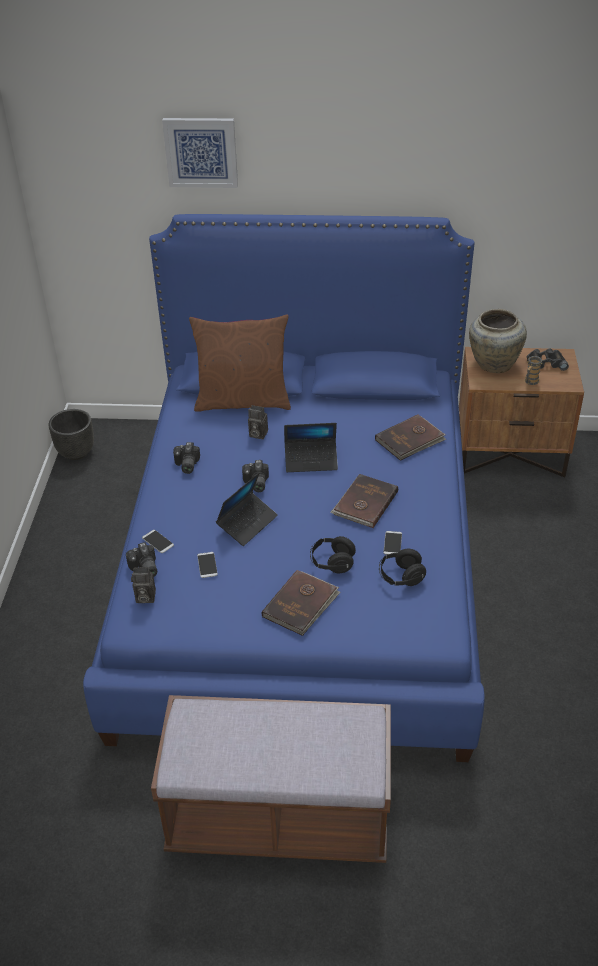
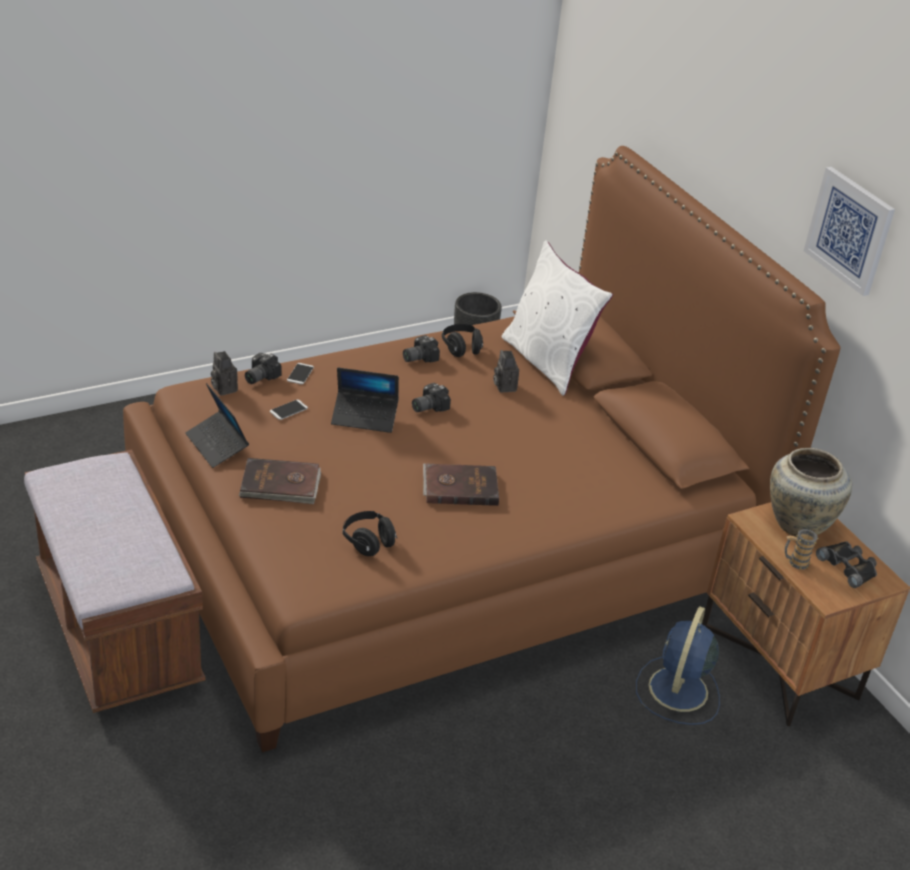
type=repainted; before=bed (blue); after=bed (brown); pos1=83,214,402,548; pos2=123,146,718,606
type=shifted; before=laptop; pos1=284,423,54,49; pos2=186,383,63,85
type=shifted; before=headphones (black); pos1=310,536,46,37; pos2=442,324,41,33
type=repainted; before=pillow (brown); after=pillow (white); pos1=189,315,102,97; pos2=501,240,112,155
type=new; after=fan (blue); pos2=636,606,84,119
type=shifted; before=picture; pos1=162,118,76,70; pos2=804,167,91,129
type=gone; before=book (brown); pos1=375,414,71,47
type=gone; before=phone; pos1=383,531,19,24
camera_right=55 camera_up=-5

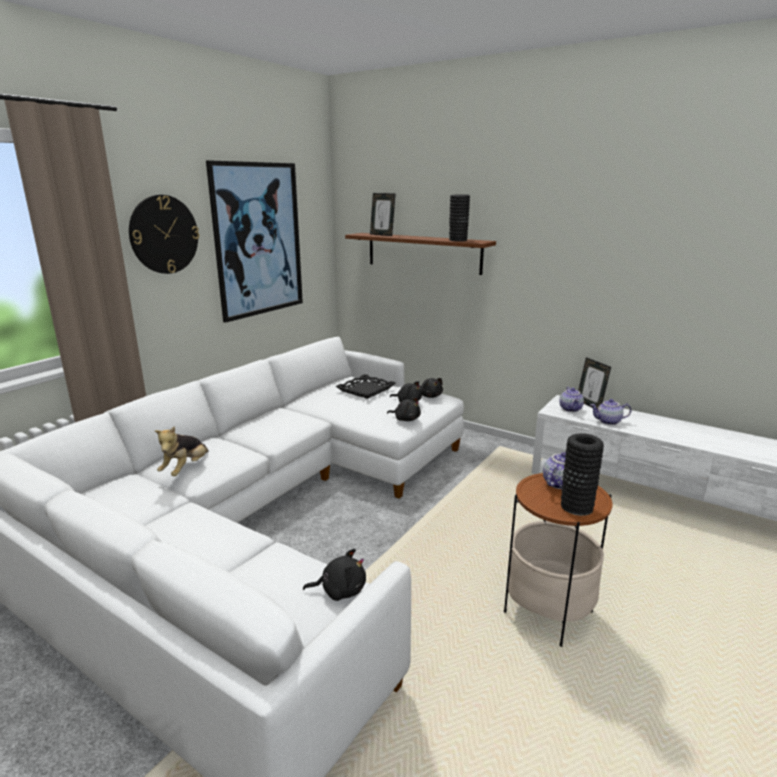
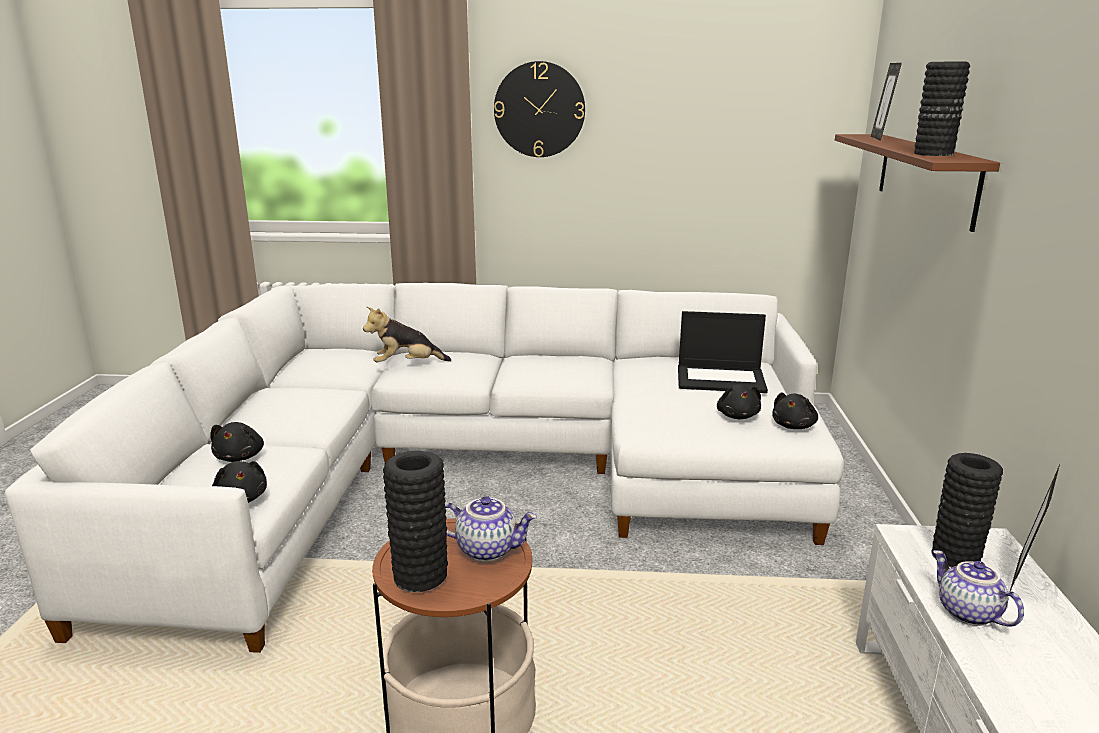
type=shifted; before=plush toy (black); pos1=387,397,34,24; pos2=210,422,54,40
type=swapped; before=tray (black); after=laptop; pos1=336,374,60,25; pos2=678,311,90,82
type=swapped; before=teapot; after=vase (black); pos1=559,387,25,25; pos2=931,453,72,115
type=gone; before=picture; pos1=206,160,97,163
camera_right=60 camera_up=0

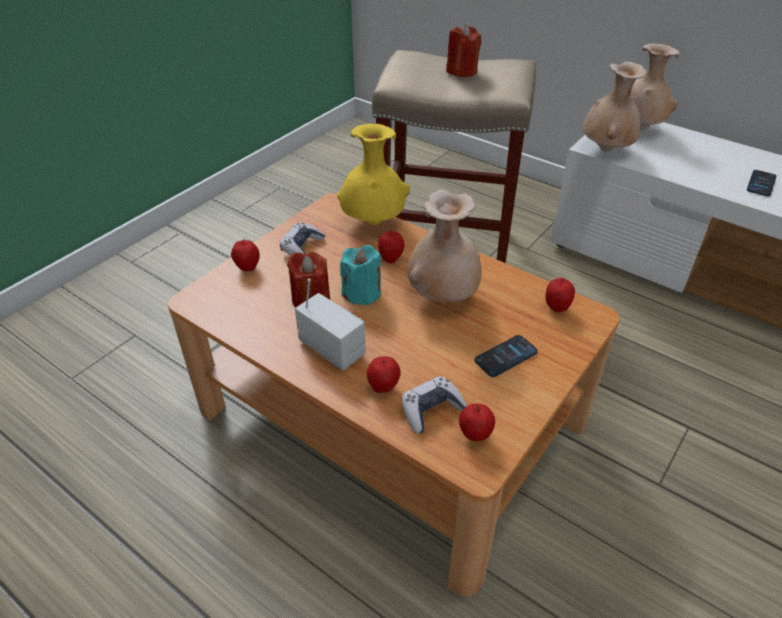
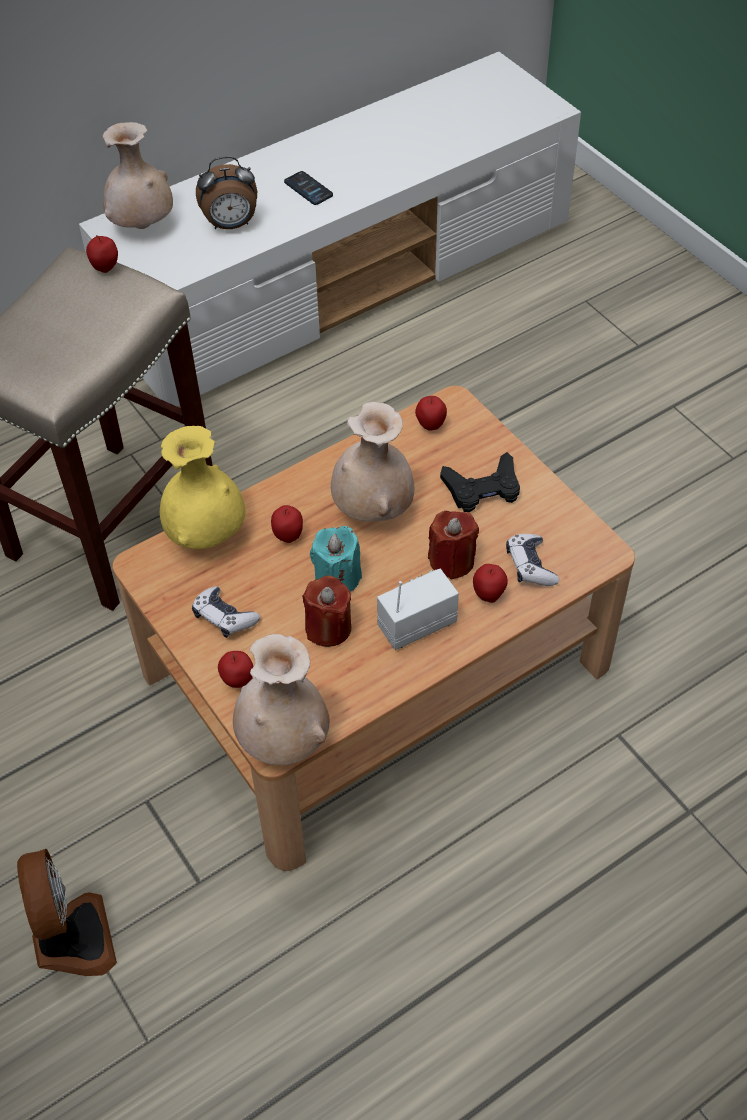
type=new; after=fan; pos2=17,849,100,127
type=shifted; before=apple; pos1=459,404,36,37; pos2=86,235,32,38
type=new; after=alarm clock; pos2=196,156,61,73
type=shifted; before=vase (beige); pos1=583,62,64,90; pos2=233,634,97,131
type=shifted; before=candle (red); pos1=446,24,35,53; pos2=428,511,51,68
type=swapped; before=phone; after=game controller (black); pos1=474,335,64,42; pos2=440,452,80,60
camera_right=-70 camera_up=10

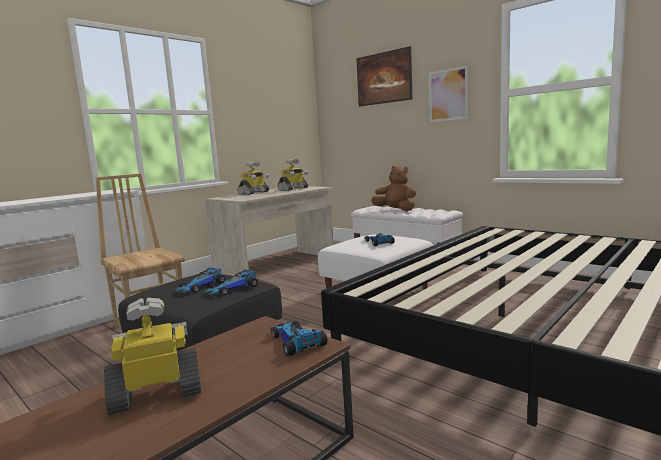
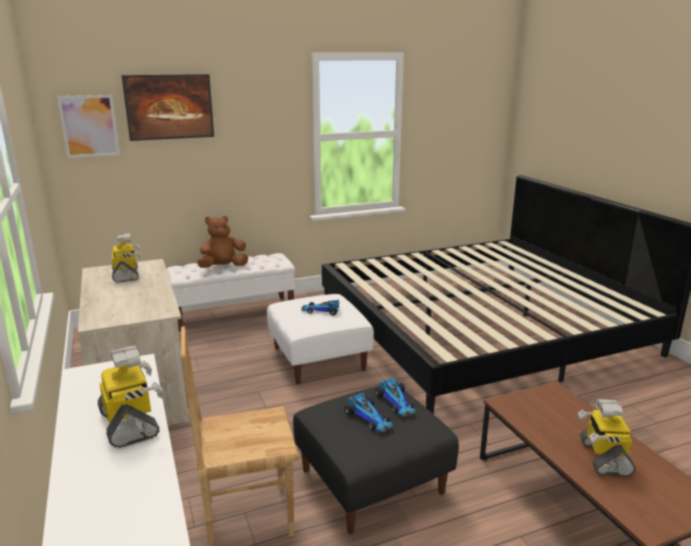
type=shifted; before=picture; pos1=429,66,39,56; pos2=57,95,63,63
type=shifted; before=toy robot; pos1=237,161,32,34; pos2=98,346,65,102
type=gone; before=toy car; pos1=270,321,58,36
camera_right=-65 camera_up=10

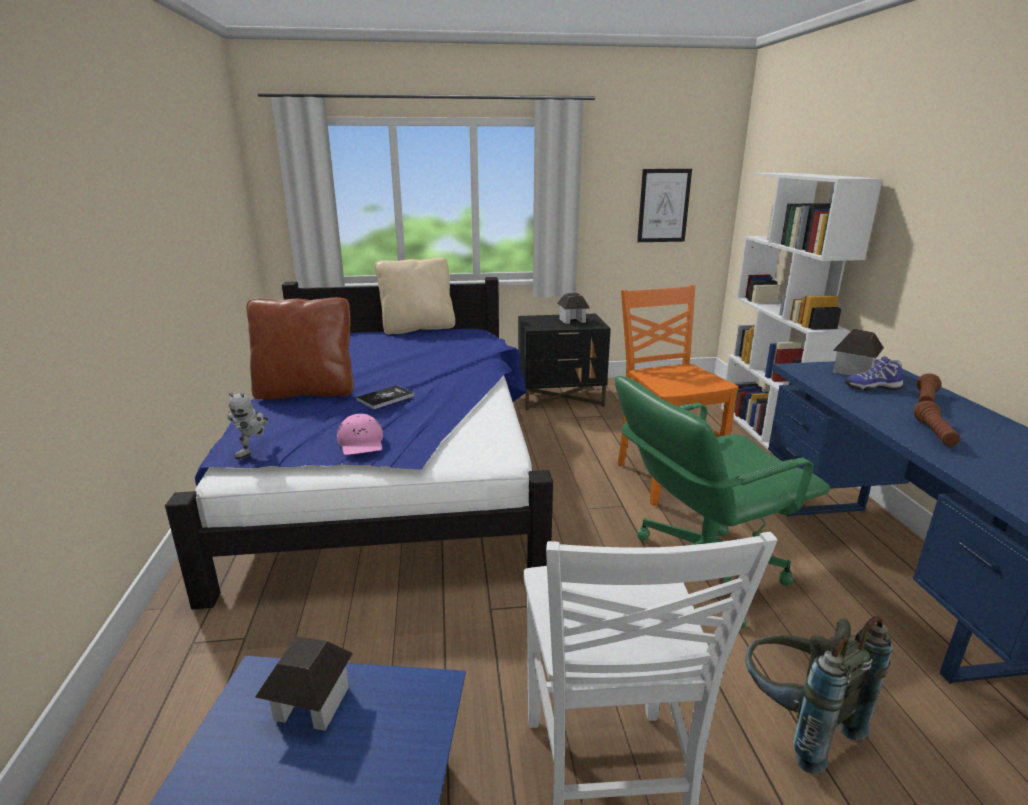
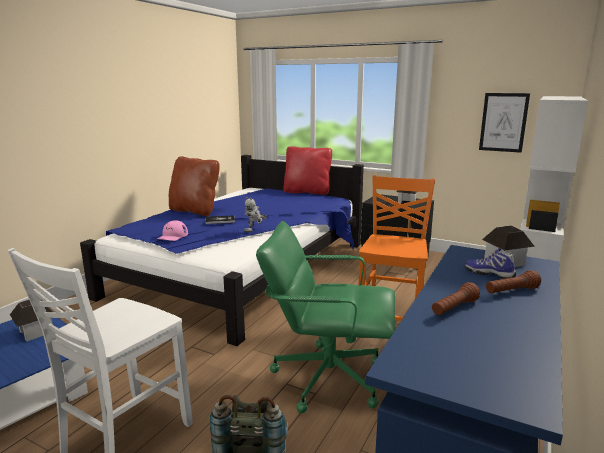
type=shifted; before=toy robot; pos1=227,392,41,68; pos2=244,197,23,35
type=repainted; before=pillow (beige); after=pillow (red); pos1=375,257,80,77; pos2=284,146,48,49
camera_right=35 camera_up=-5

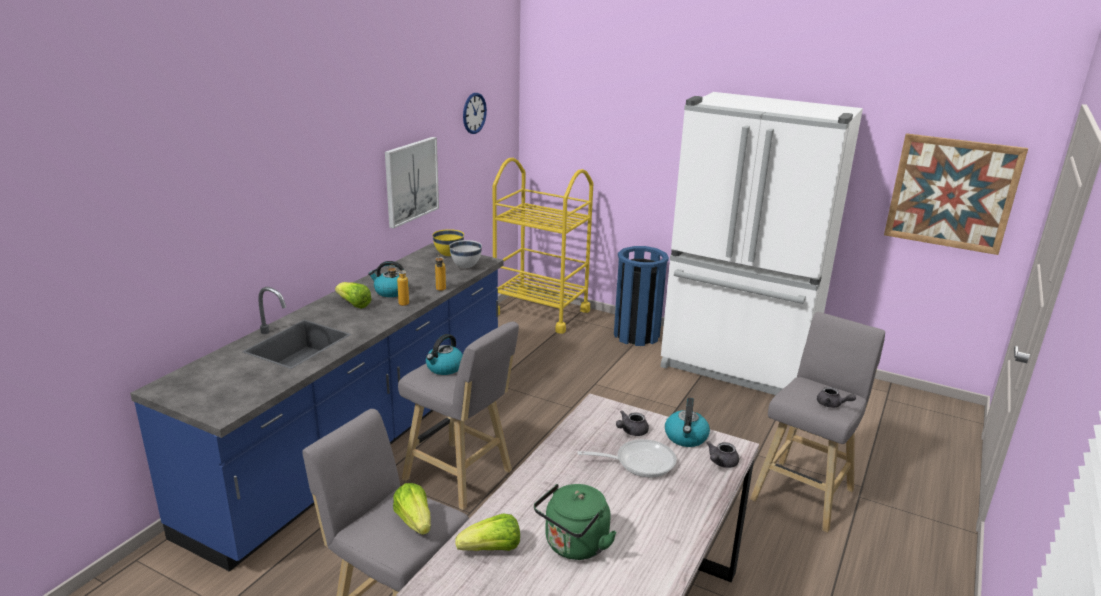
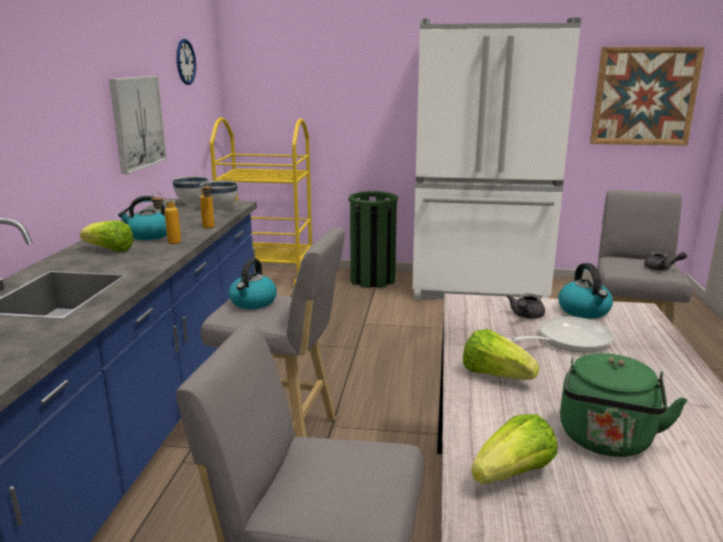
type=repainted; before=bowl (yellow); after=bowl (white); pos1=433,229,31,27; pos2=172,176,37,28
type=repainted; before=trash can (blue); after=trash can (green); pos1=614,246,55,100; pos2=348,191,50,97
type=shifted; before=lettuce; pos1=393,483,38,52; pos2=463,329,76,51
type=gone; before=teapot (grey); pos1=707,441,32,27
camera_right=-20 camera_up=-5

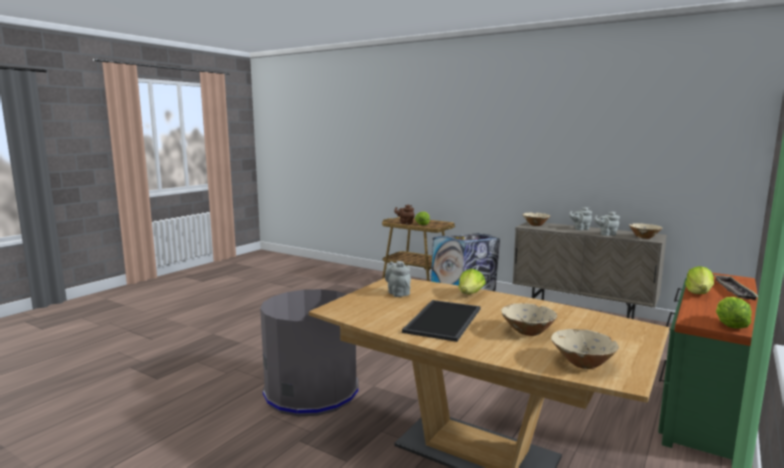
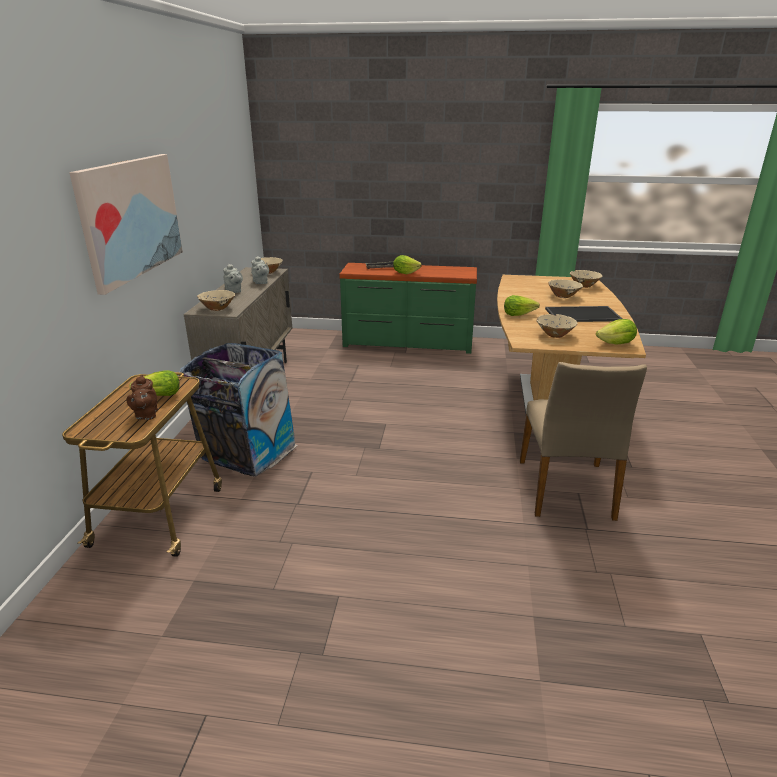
type=new; after=picture; pos2=69,154,114,141
type=swapped; before=trash can (grey); after=chair (beige); pos1=260,289,99,127; pos2=520,362,127,159
type=swapped; before=teapot (grey); after=bowl (beige); pos1=385,261,26,36; pos2=536,314,42,24
type=shifted; before=lettuce; pos1=716,297,36,32; pos2=596,319,41,26
camera_right=-115 camera_up=15

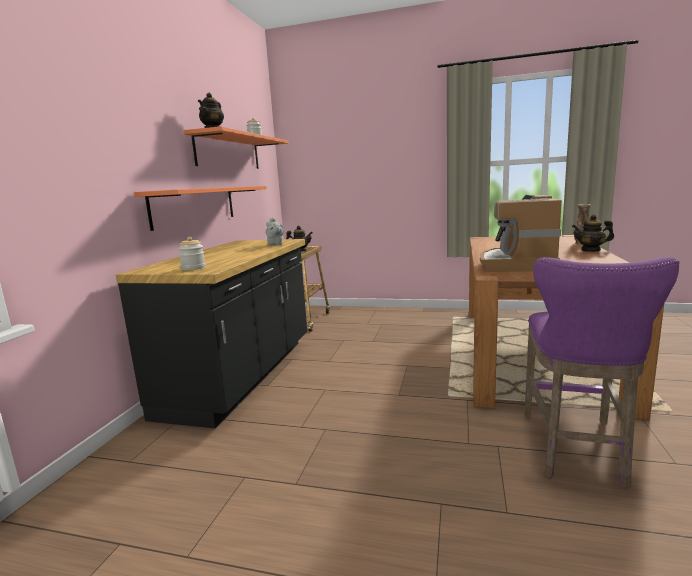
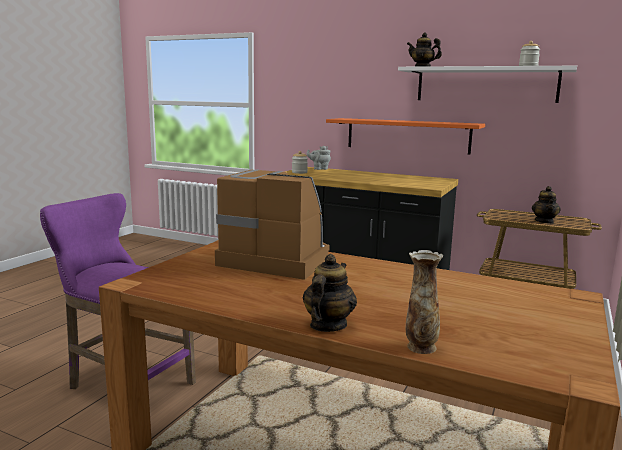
type=shifted; before=teapot (grey); pos1=265,217,19,28; pos2=306,146,25,24
type=repainted; before=shelf (orange); after=shelf (white); pos1=183,126,105,43; pos2=398,66,179,37
camera_right=100 camera_up=0

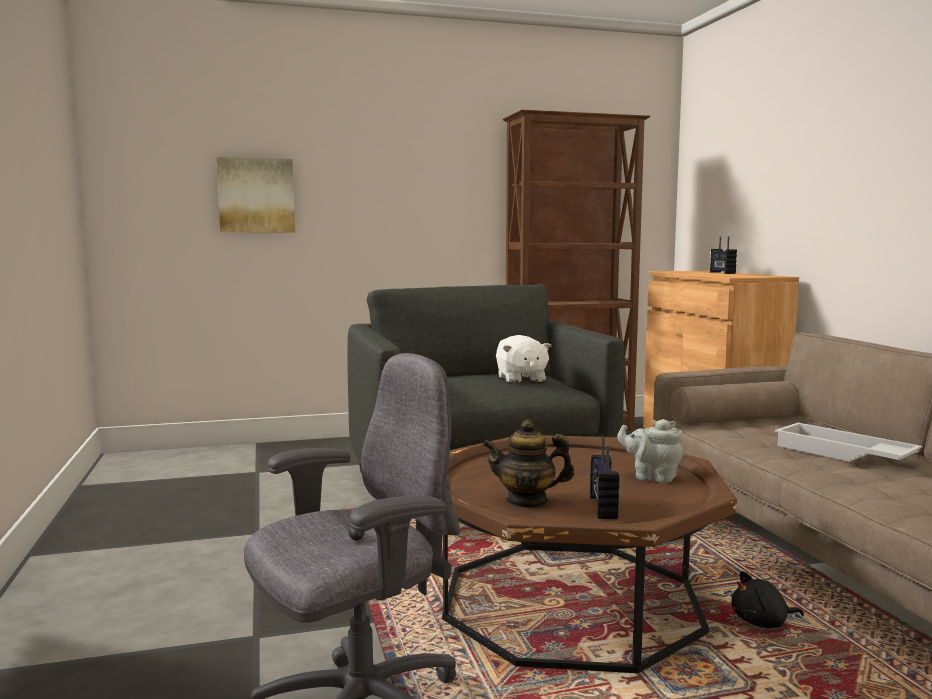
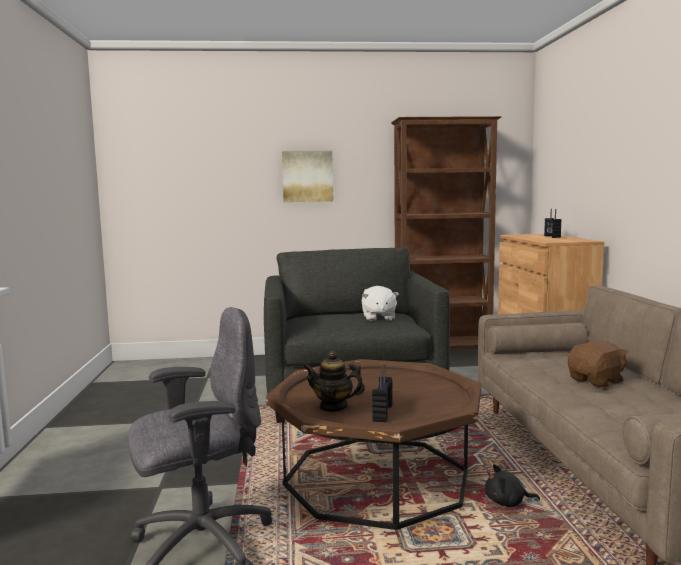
type=shifted; before=picture; pos1=217,157,78,75; pos2=282,151,51,51
type=swapped; before=tray (white); after=plush toy (brown); pos1=775,423,147,39; pos2=568,341,61,47
type=gone; before=teapot (grey); pos1=617,419,67,64
camera_right=10 camera_up=0

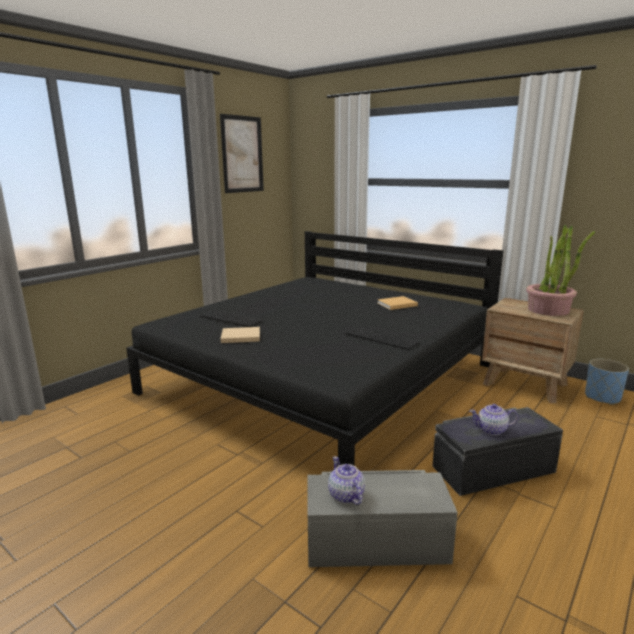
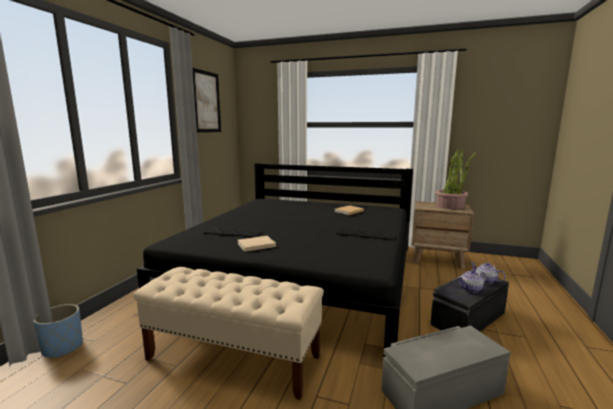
type=shifted; before=planter (blue); pos1=585,359,44,46; pos2=33,304,50,55
type=new; after=bench (beige); pos2=133,267,191,133
type=shifted; before=teapot; pos1=328,456,37,49; pos2=471,262,35,22
camera_right=-20 camera_up=-5

